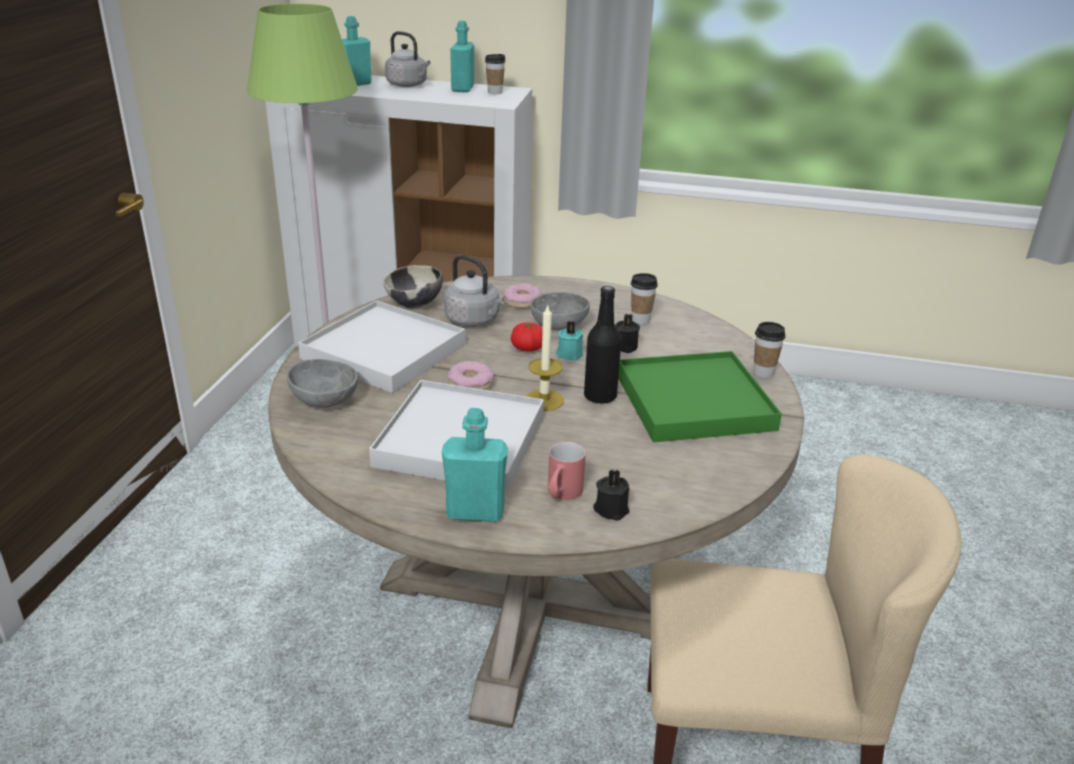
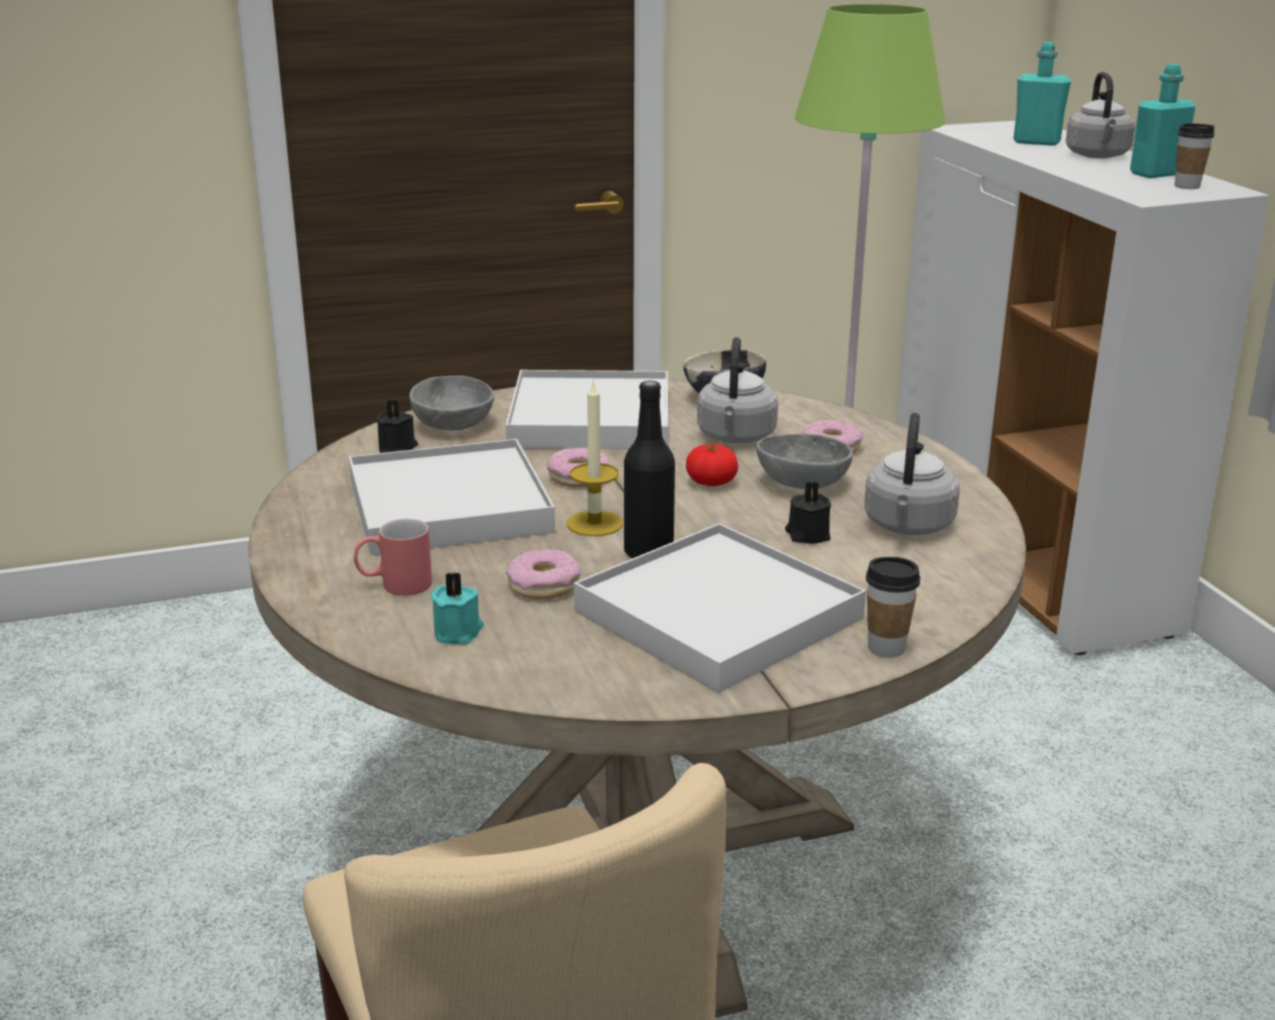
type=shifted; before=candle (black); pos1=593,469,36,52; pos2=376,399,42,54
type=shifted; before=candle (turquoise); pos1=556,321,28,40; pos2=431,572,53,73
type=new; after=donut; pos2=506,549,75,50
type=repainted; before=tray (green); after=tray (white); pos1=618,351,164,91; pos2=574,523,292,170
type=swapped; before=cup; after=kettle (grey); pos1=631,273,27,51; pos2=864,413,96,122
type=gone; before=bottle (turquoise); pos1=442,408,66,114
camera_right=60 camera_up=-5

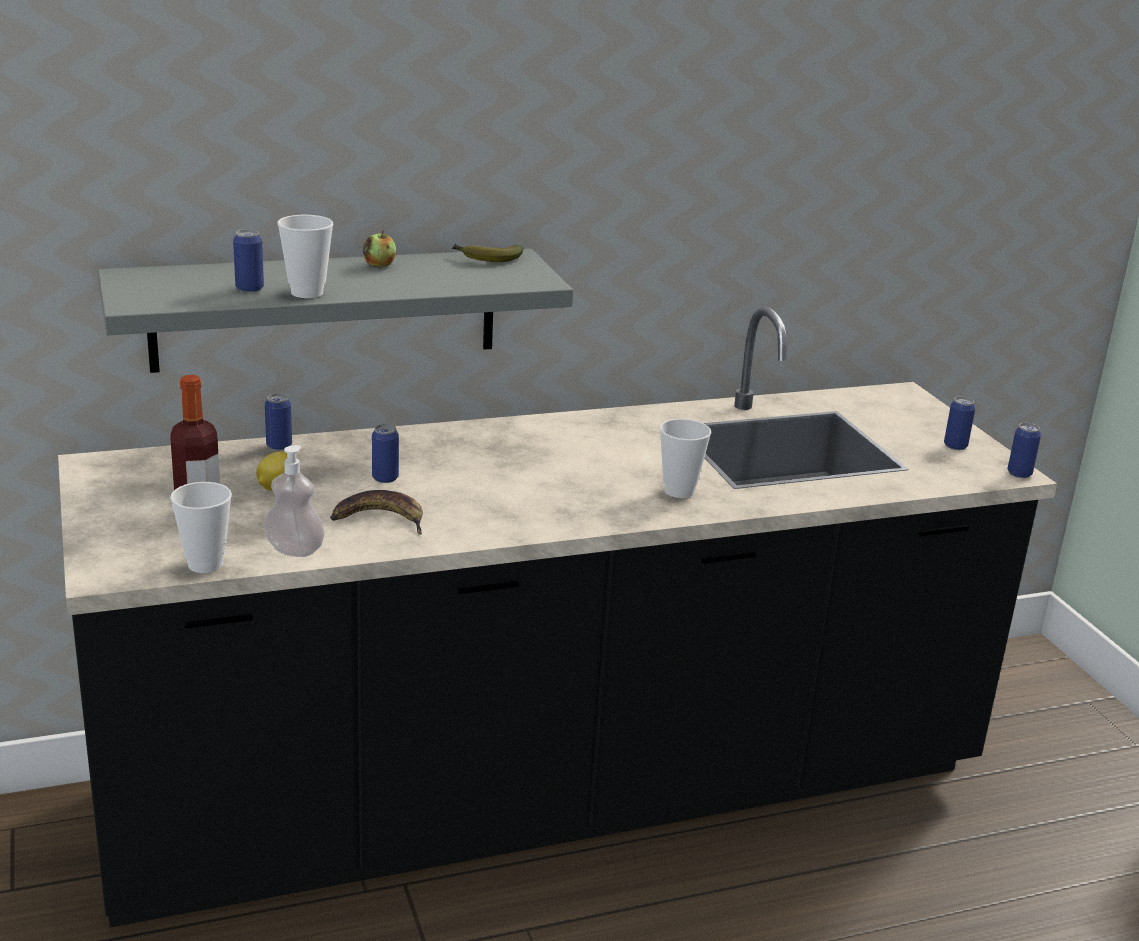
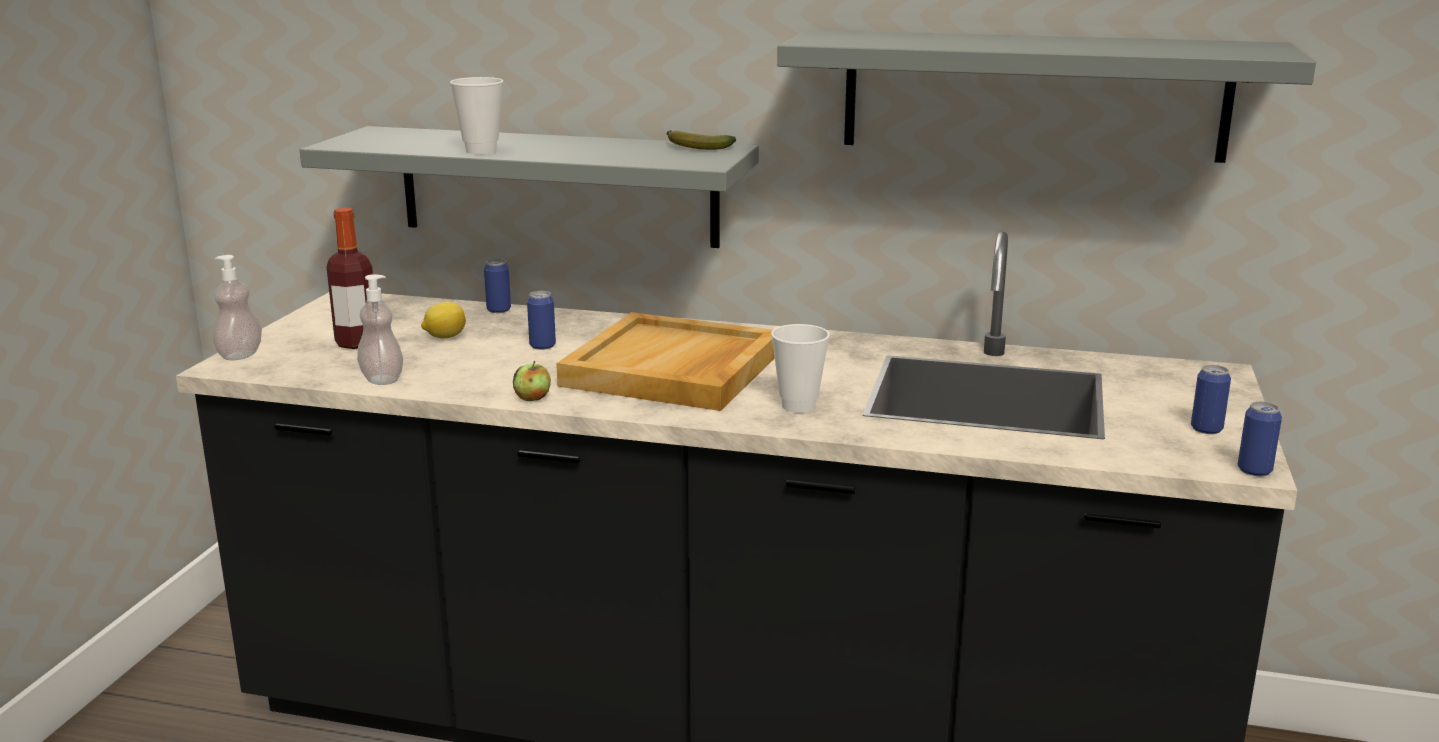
type=new; after=soap dispenser; pos2=213,255,49,105
type=shifted; before=apple; pos1=363,230,33,38; pos2=513,361,38,40
type=new; after=tray (beige); pos2=556,312,219,99
type=new; after=shelf (grey); pos2=777,30,539,133
type=gone; before=cup; pos1=170,482,62,91
type=gone; before=can; pos1=233,229,31,63
type=gone; before=banana; pos1=330,490,93,44
camera_right=35 camera_up=-5

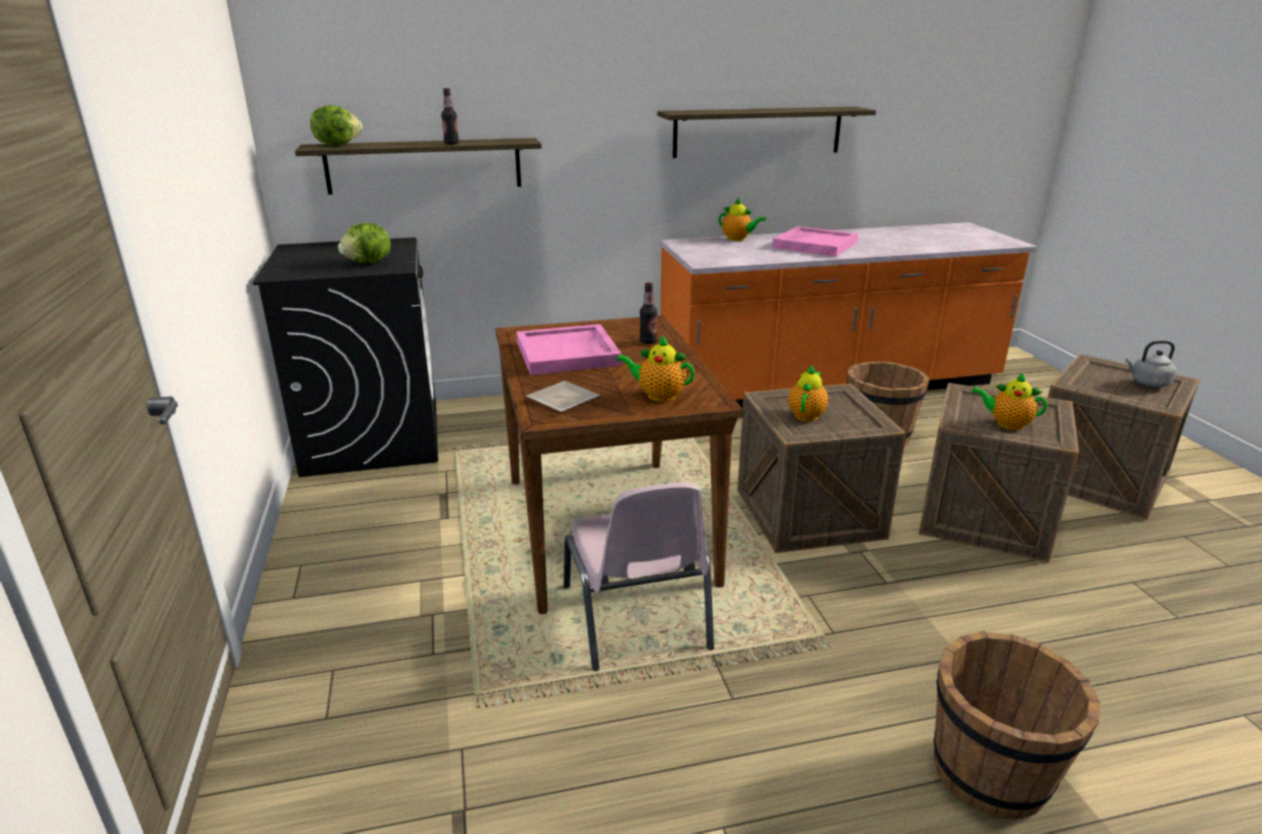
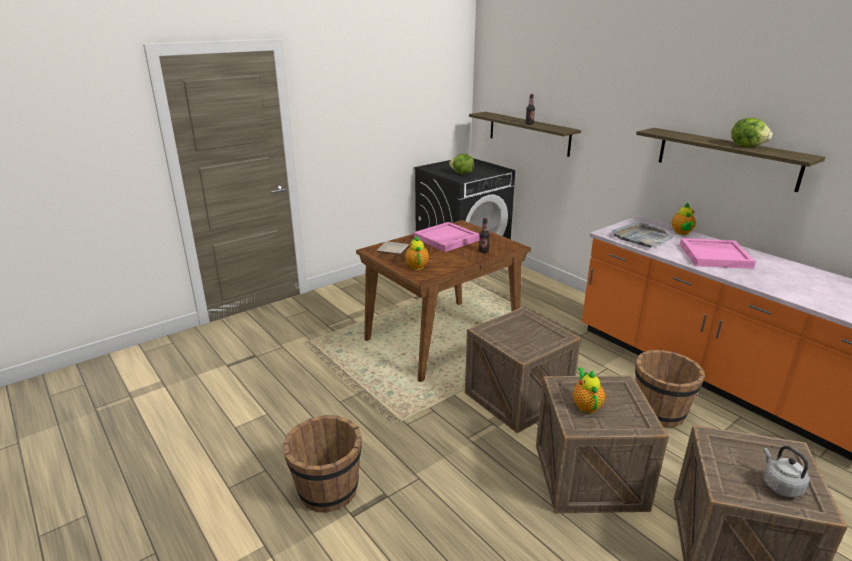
type=new; after=tray (grey); pos2=612,222,63,26
type=shifted; before=lettuce; pos1=310,105,53,41; pos2=731,118,42,29
type=gone; before=chair (pink); pos1=564,482,150,189
type=gone; before=teapot; pos1=788,364,40,58
camera_right=65 camera_up=0

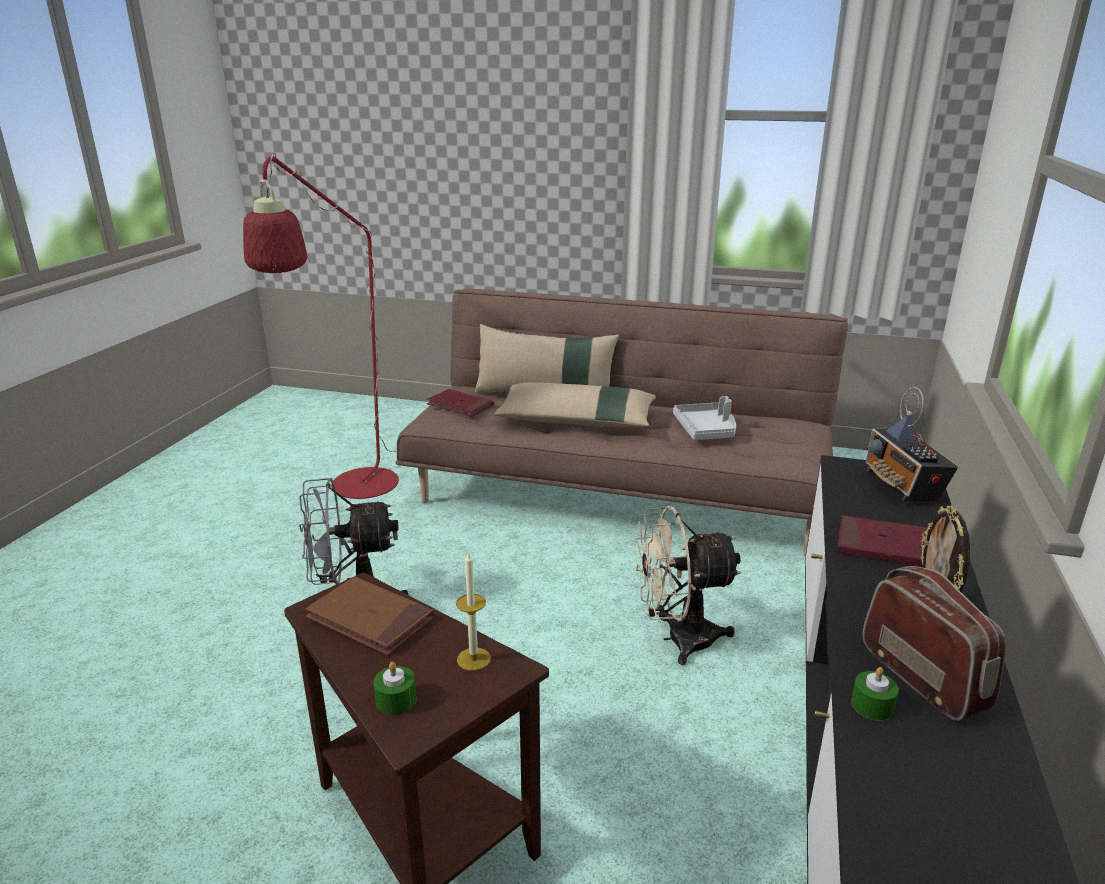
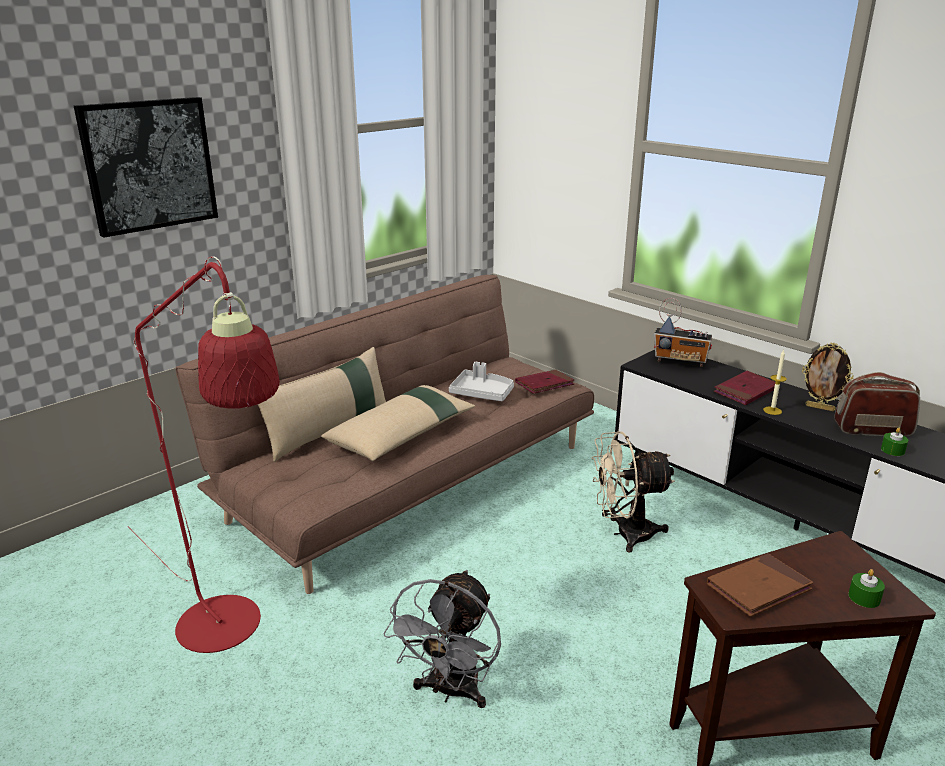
type=new; after=picture; pos2=74,97,144,141
type=shifted; before=book (red); pos1=427,389,67,28; pos2=515,369,59,25
type=rotated; before=fan (beige); pos1=635,506,107,159; pos2=591,431,84,122; turn=60
type=shifted; before=candle; pos1=456,552,35,119; pos2=763,350,24,65
camera_right=-60 camera_up=0

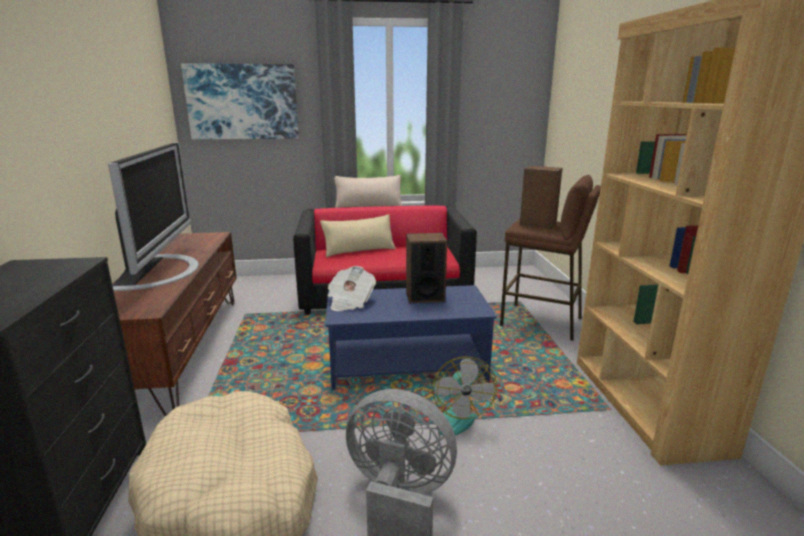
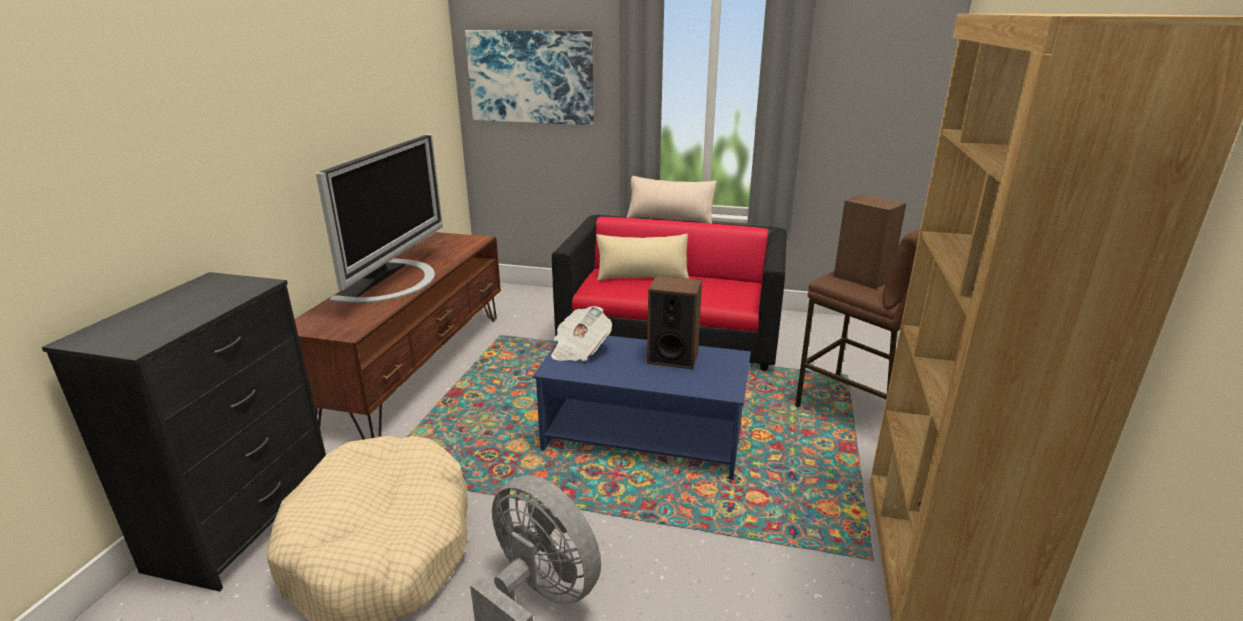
type=gone; before=fan; pos1=432,357,65,79
camera_right=20 camera_up=5

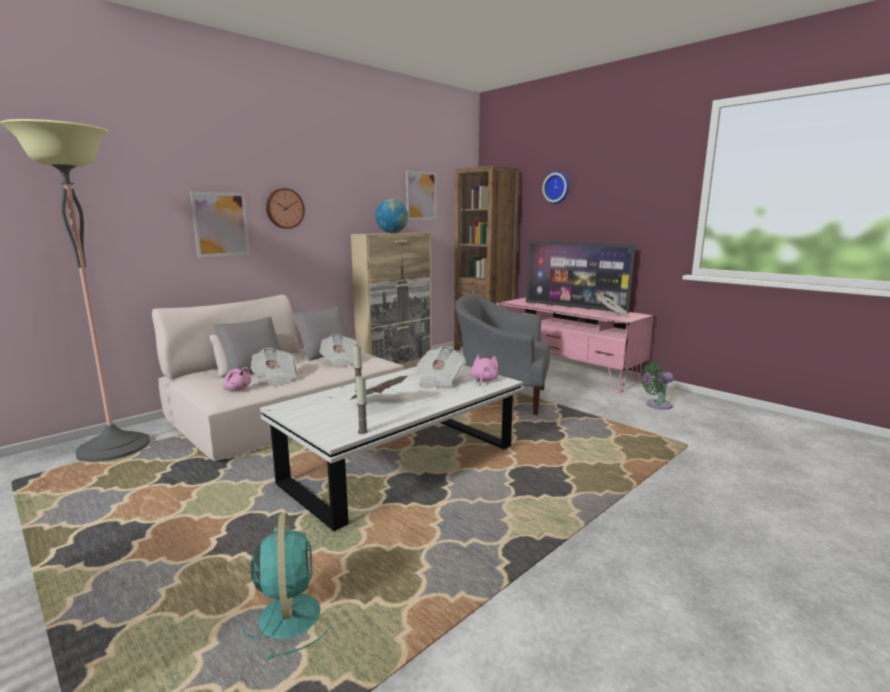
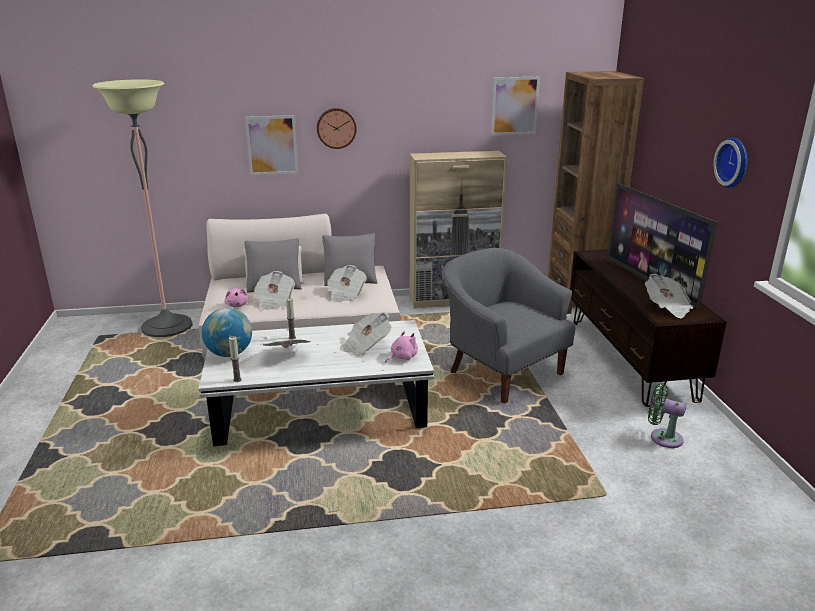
type=shifted; before=globe; pos1=376,199,32,34; pos2=202,308,50,49
type=repainted; before=tv stand (pink); after=tv stand (brown); pos1=496,297,158,96; pos2=570,250,157,157
type=shifted; before=wall clock; pos1=542,171,28,33; pos2=713,137,35,51
type=gone; before=fan (turquoise); pos1=241,512,91,148
camera_right=35 camera_up=10

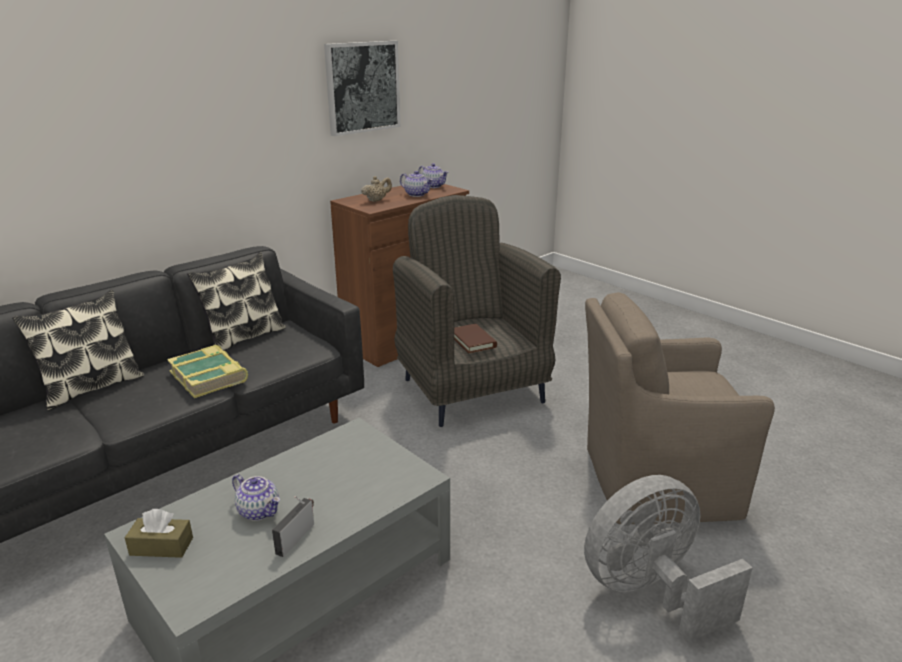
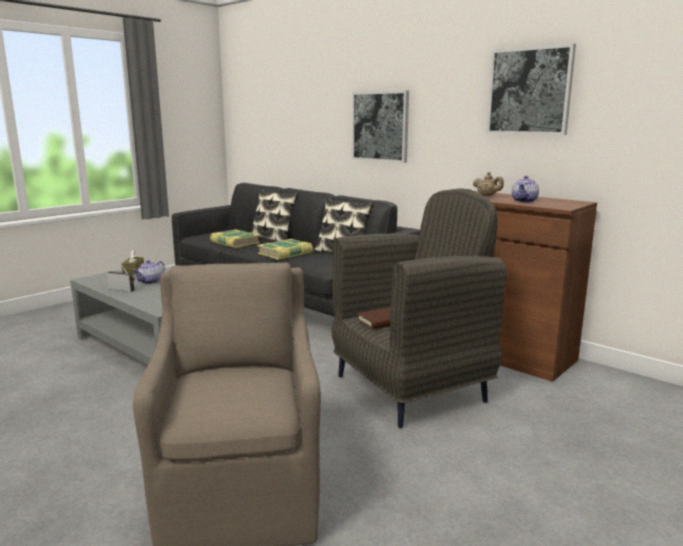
type=new; after=book; pos2=210,230,50,18
type=new; after=picture; pos2=352,90,57,73
type=gone; before=teapot; pos1=418,163,31,25
type=gone; before=fan (grey); pos1=584,475,169,168
camera_right=85 camera_up=-10

